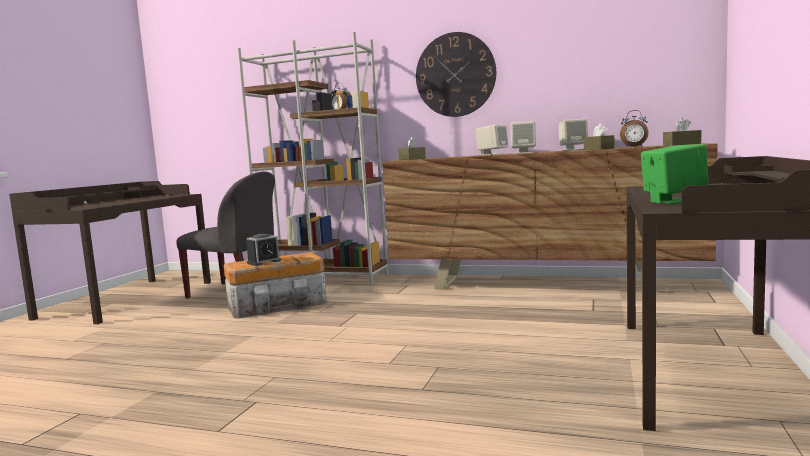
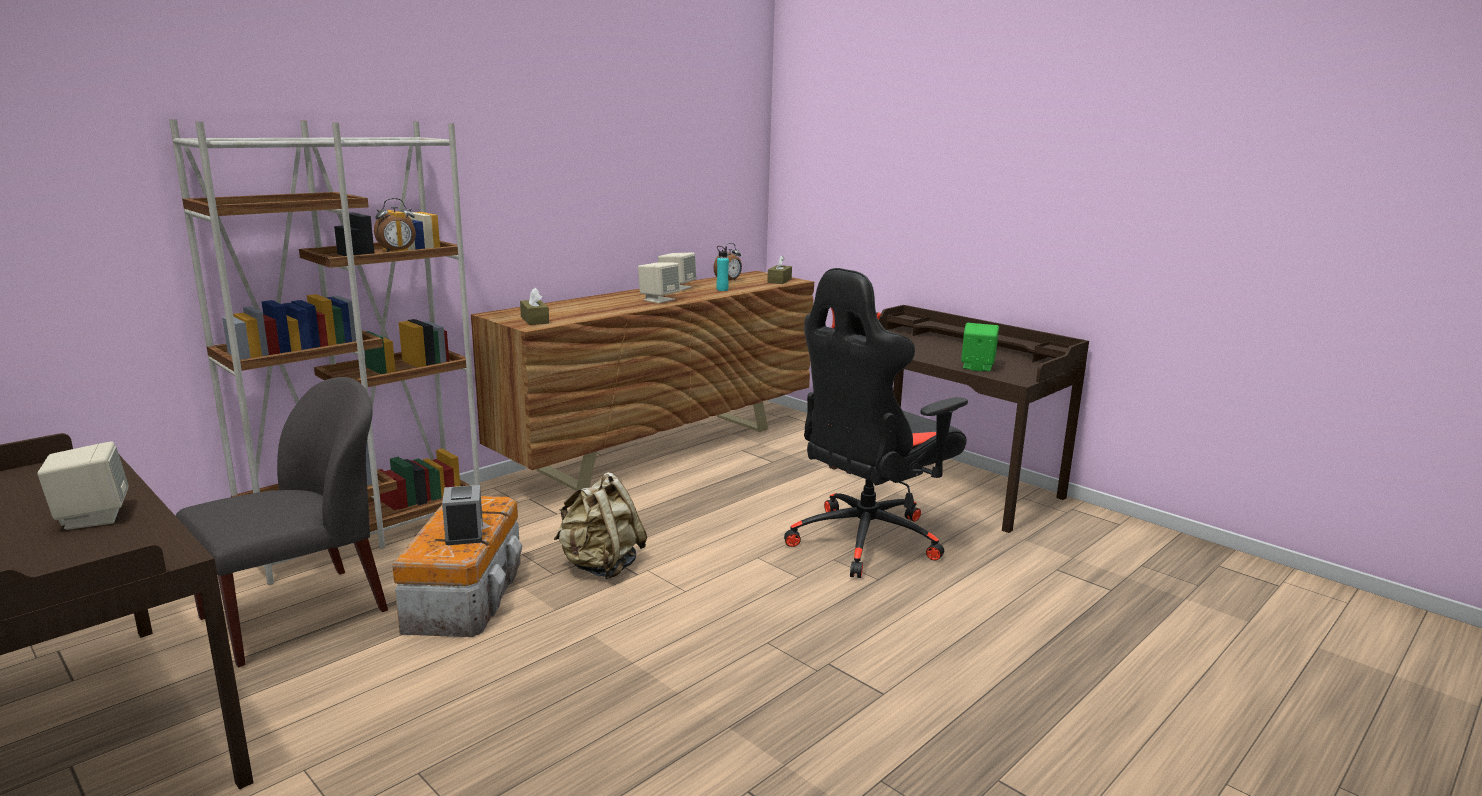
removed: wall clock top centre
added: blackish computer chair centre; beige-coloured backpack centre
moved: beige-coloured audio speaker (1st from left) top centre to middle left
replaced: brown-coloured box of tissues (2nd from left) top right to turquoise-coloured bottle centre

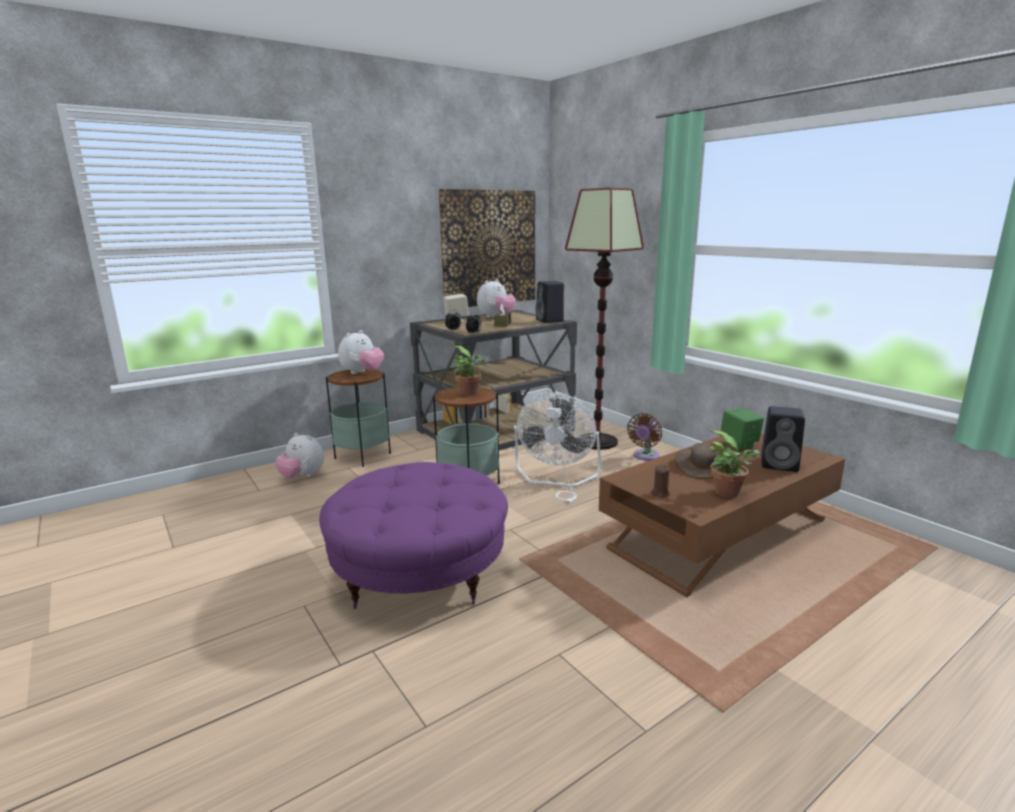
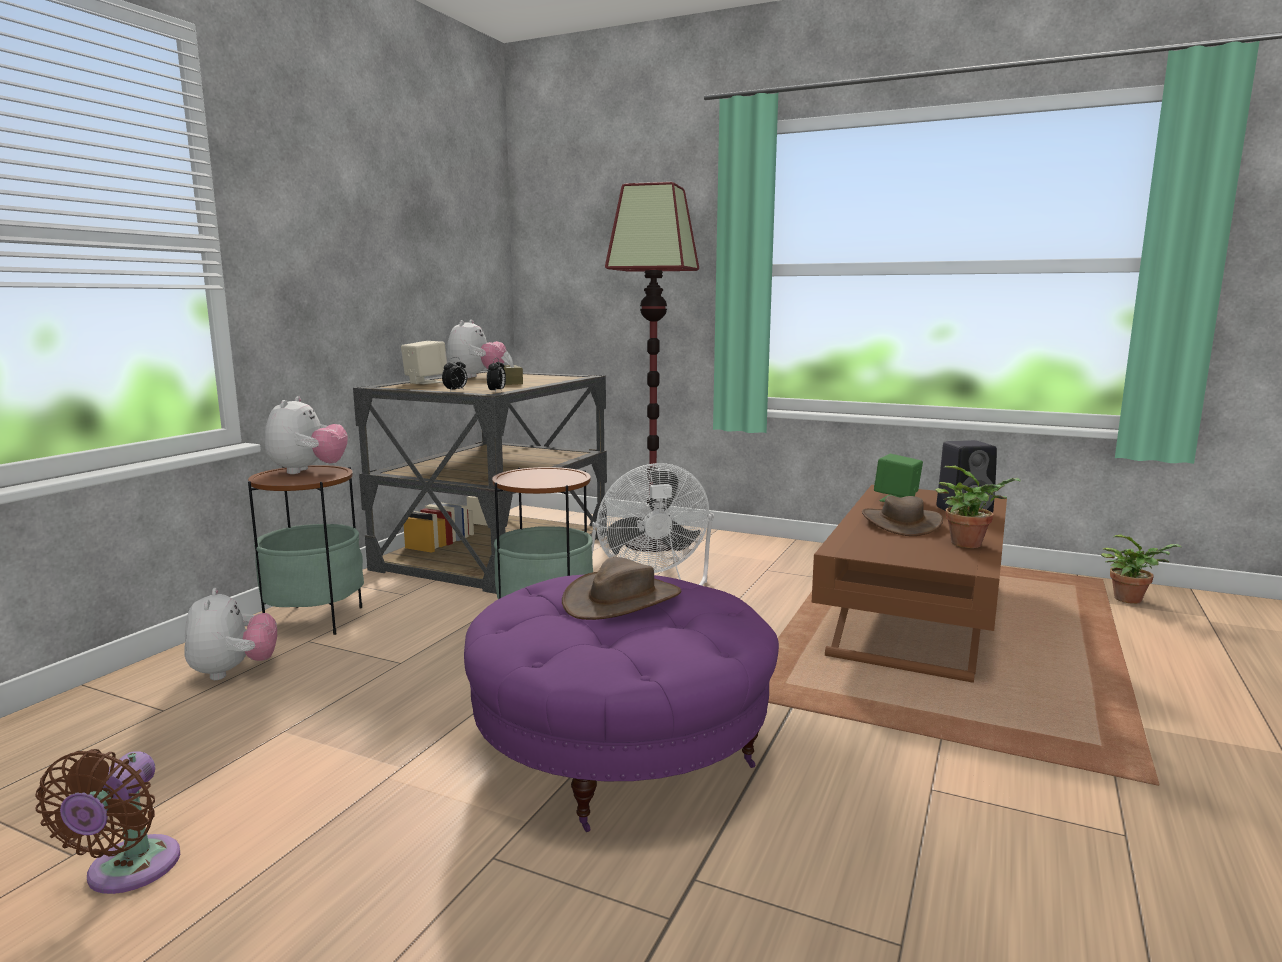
removed: wall picture top centre; blackish audio speaker (1st from left) centre; brown-coloured candle centre
added: brown-coloured clothing hat (1st from left) centre
moved: plant in a pot (1st from left in the first image) centre to plant in a pot (2nd from left) middle right; brown-coloured electric fan centre to bottom left
turned: cuddly toy (1st from left) middle left = middle left 105 degrees counterclockwise

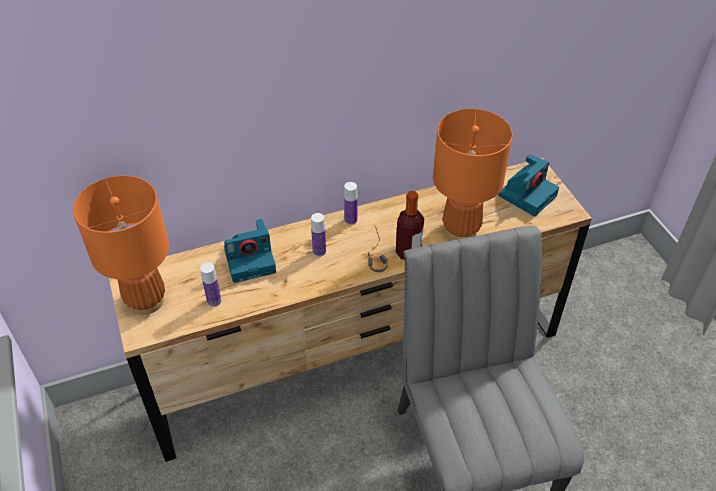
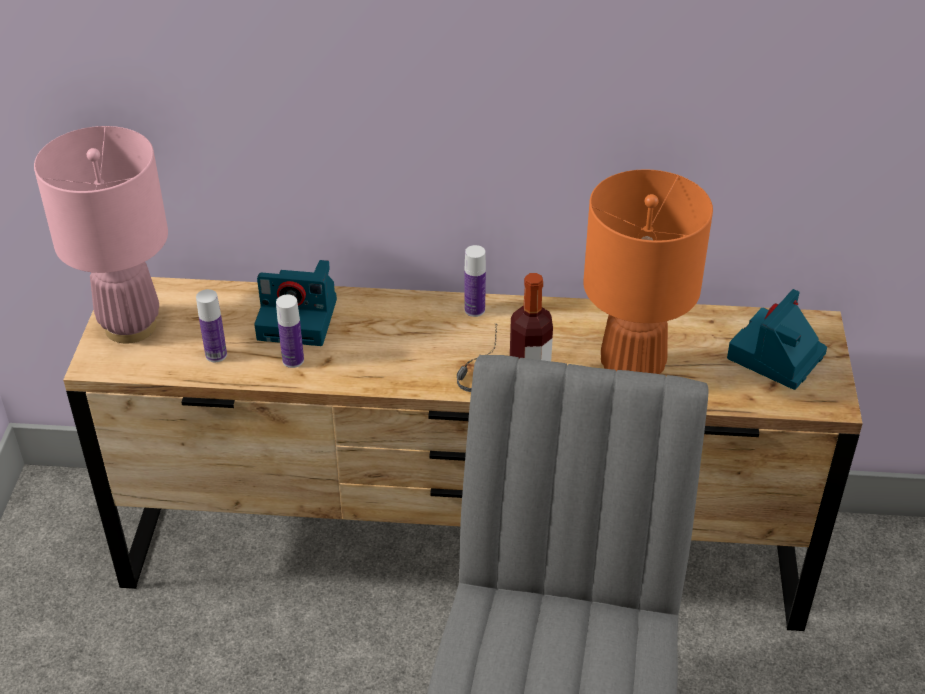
moved: bottle (2nd from left) centre to middle left
recoloured: orange table lamp (1st from left) middle left to pinkish table lamp middle left
turned: photo camera (2nd from left) middle right = middle right 150 degrees clockwise

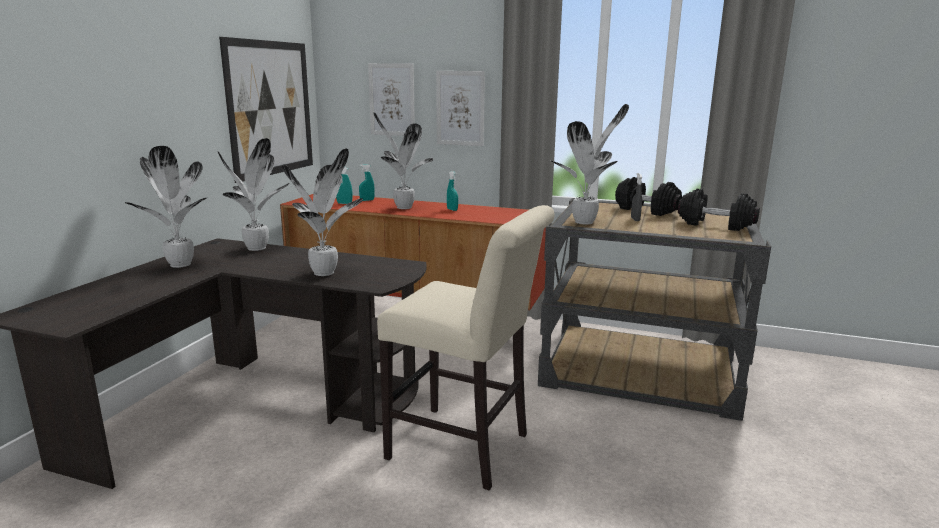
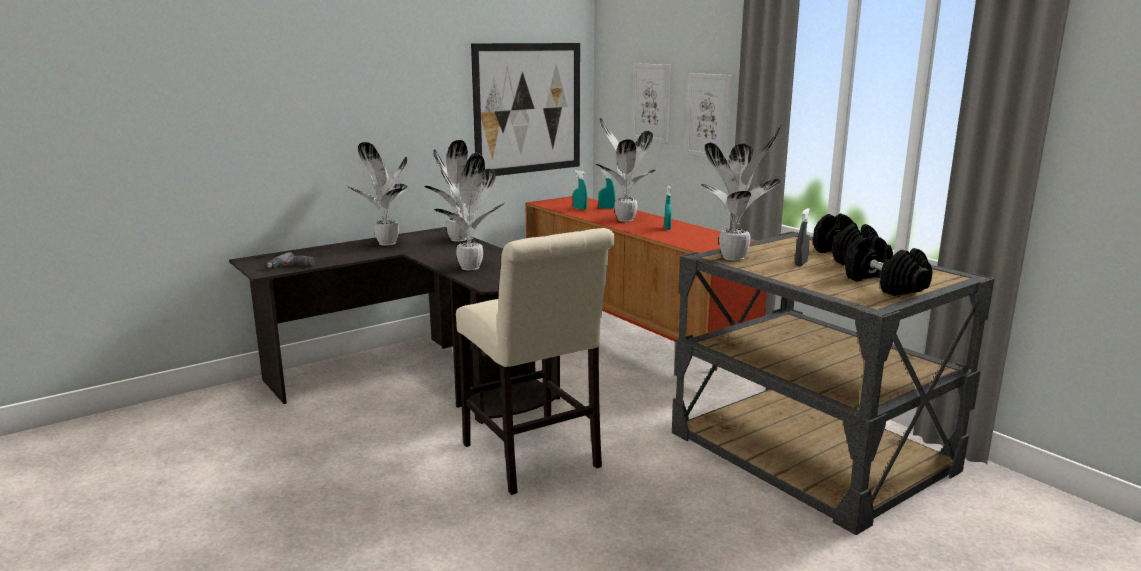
added: electric drill middle left

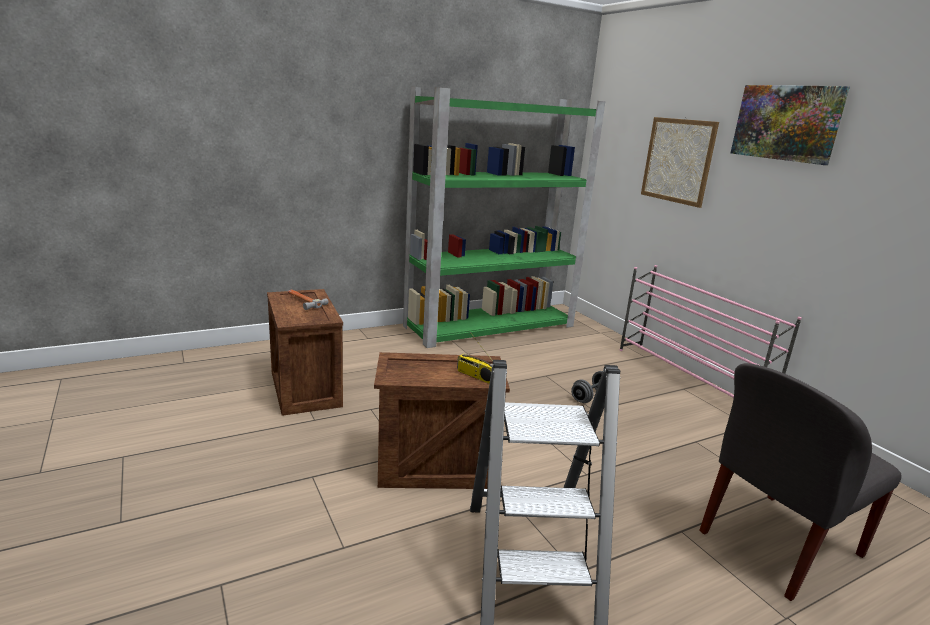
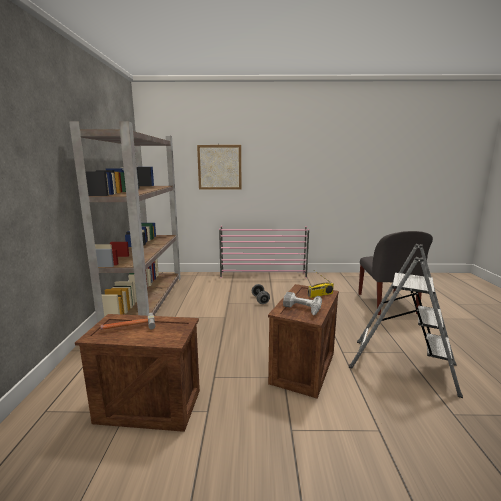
removed: wall picture (2nd from left) top right
added: electric drill centre
recoloured: greenish bookshelf centre to brown-coloured bookshelf middle left

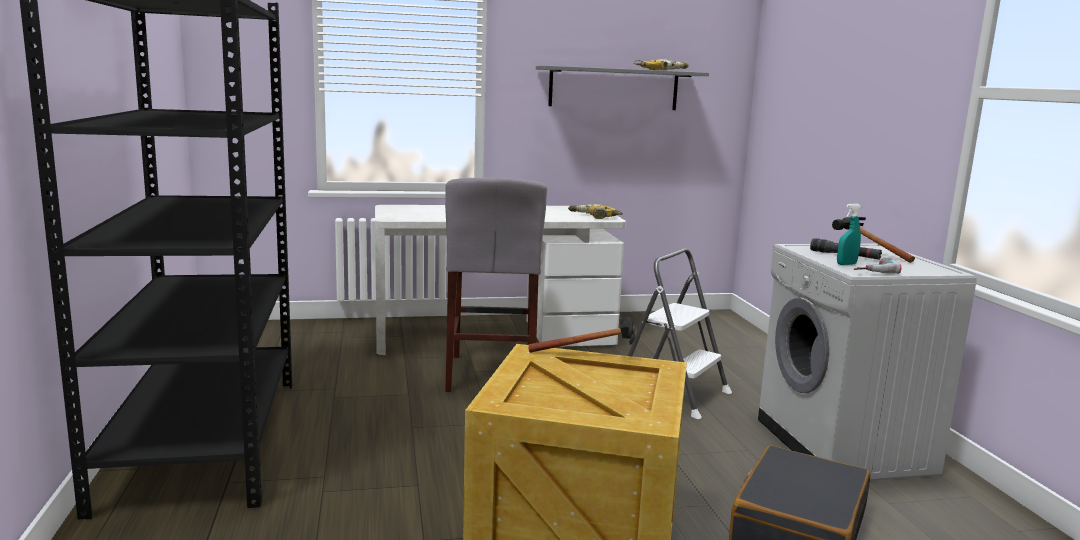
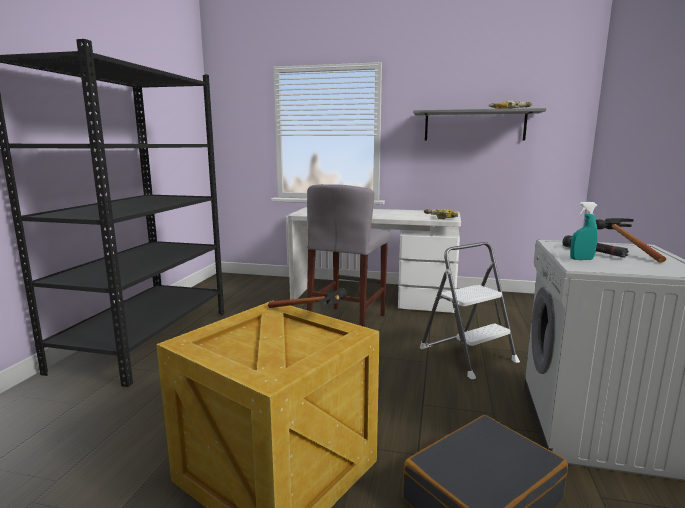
removed: electric drill (3rd from left) middle right

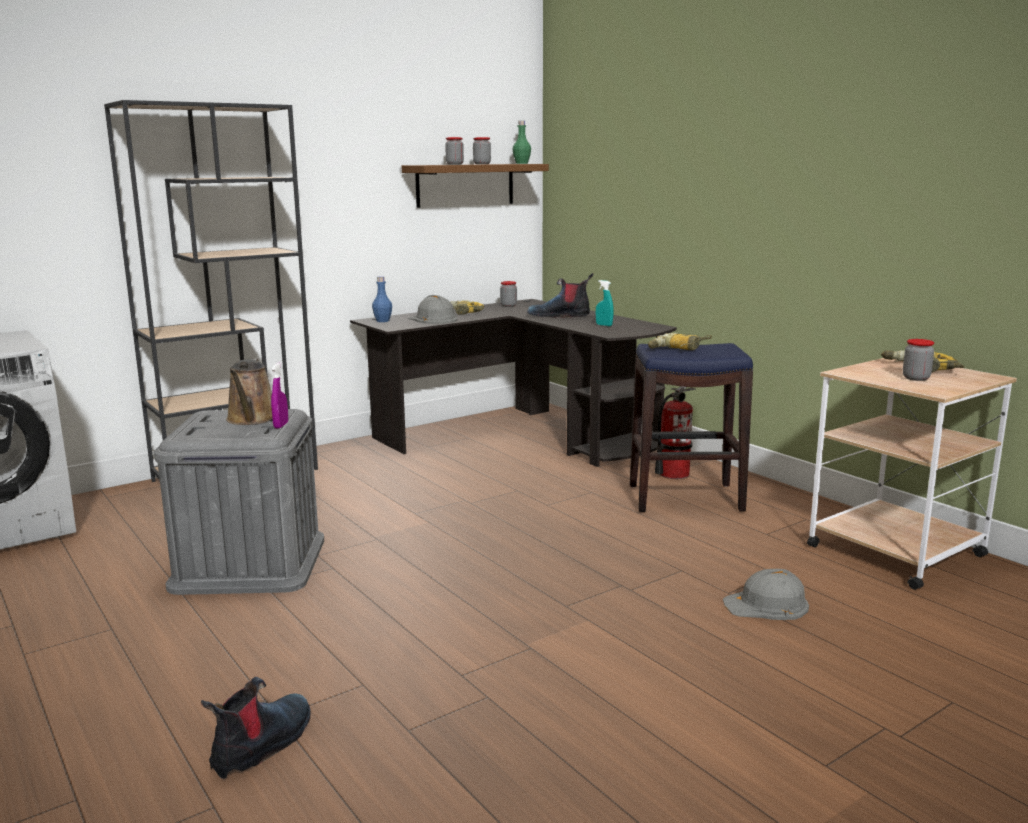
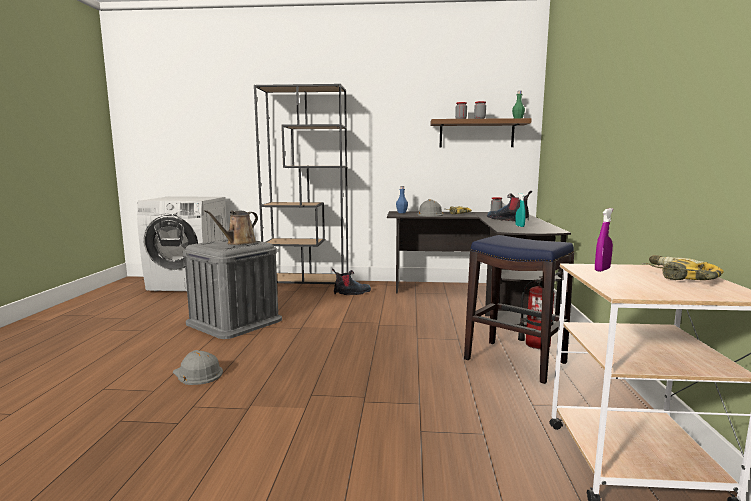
removed: electric drill (2nd from left) centre; preserve jar (4th from left) middle right
moved: purple-coloured spray bottle middle left to middle right; gray safety helmet (2nd from left in the first image) bottom right to gray safety helmet (1st from left) bottom left; tall boot (1st from left) bottom left to centre

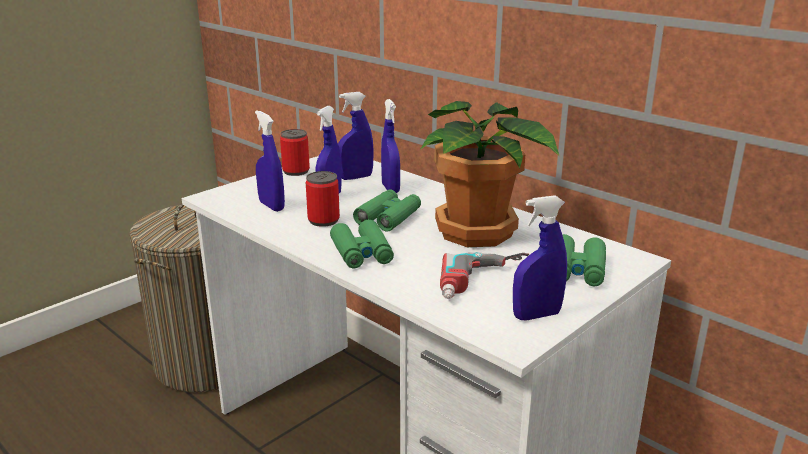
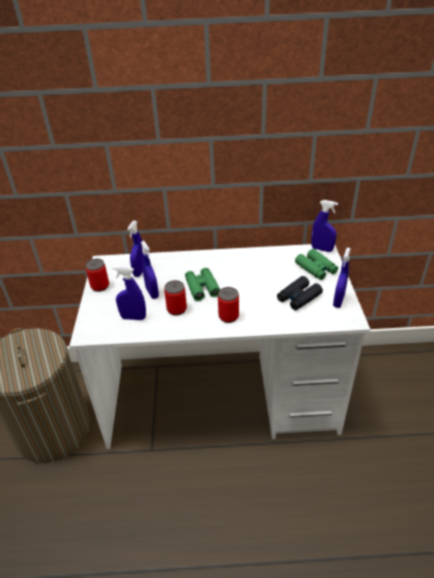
removed: plant in a pot centre
moved: blue spray bottle (4th from left) top centre to middle right
replaced: greenish pair of binoculars (1st from left) centre to metal can (3rd from left) centre; electric drill centre to blackish pair of binoculars middle right

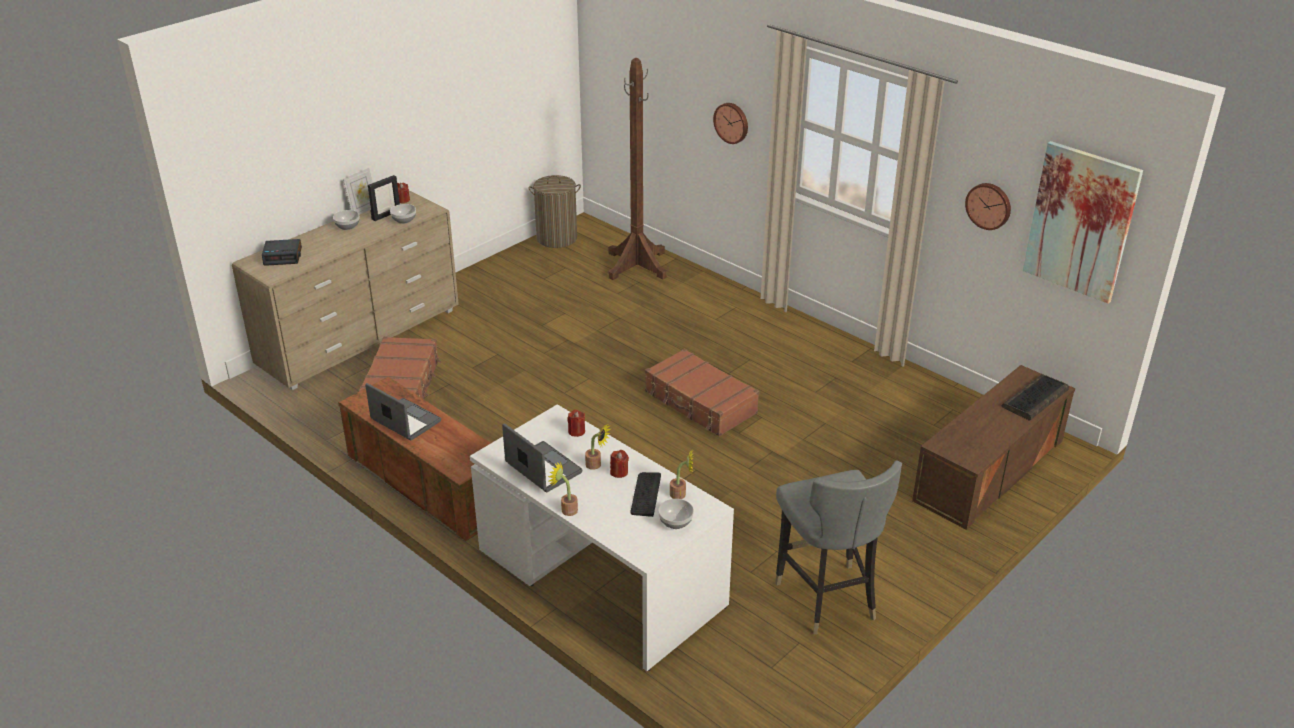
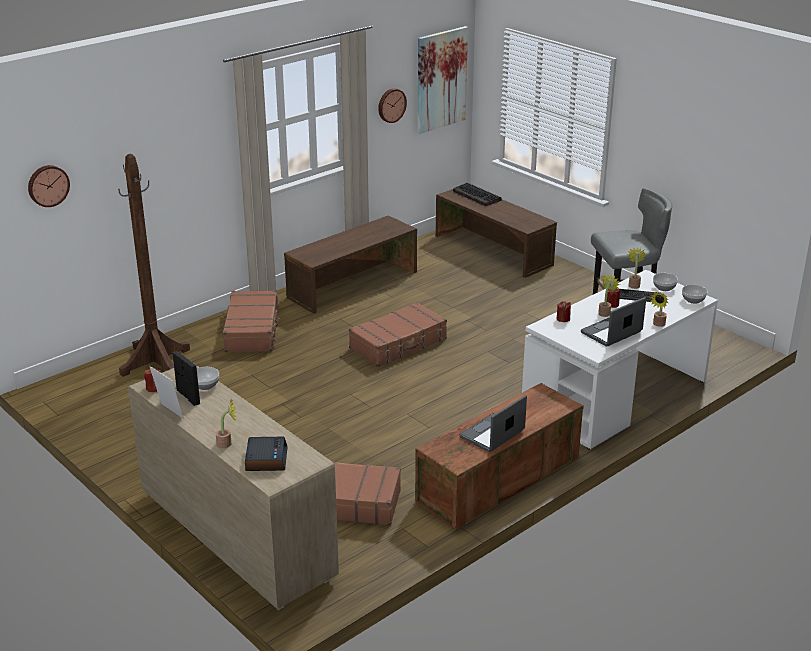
removed: hamper top centre
added: brown-coloured long seat (1st from left) centre; brown-coloured piece of luggage (1st from left) middle left; plant in a pot (1st from left) middle left
moved: wall clock (1st from left) top centre to top left; bowl (1st from left in the first image) top left to bowl (3rd from left) middle right

